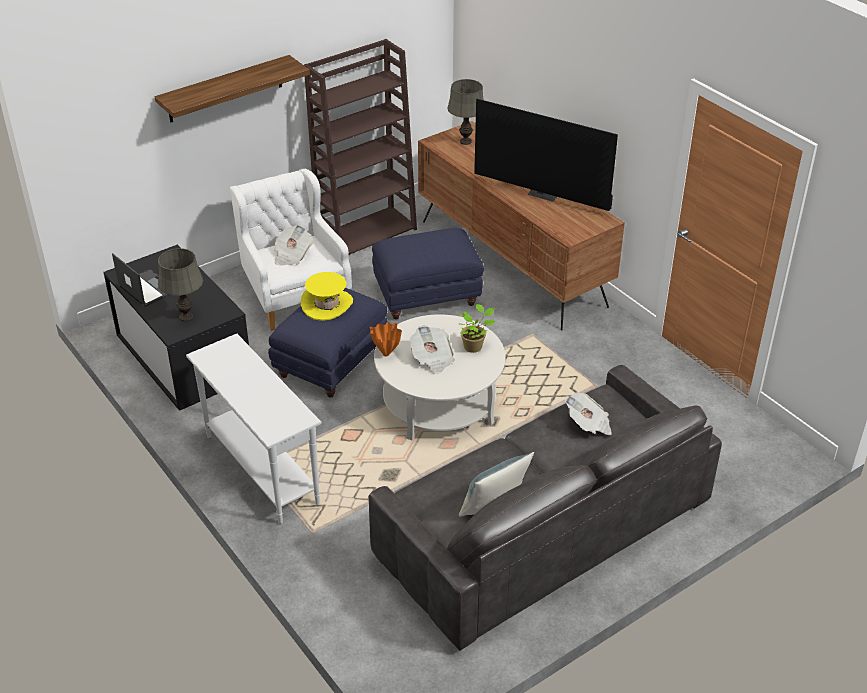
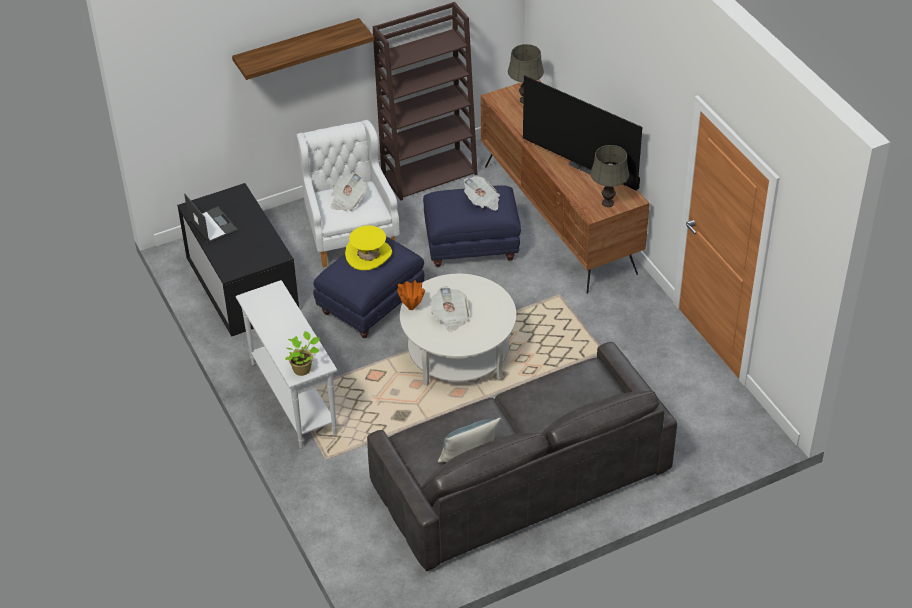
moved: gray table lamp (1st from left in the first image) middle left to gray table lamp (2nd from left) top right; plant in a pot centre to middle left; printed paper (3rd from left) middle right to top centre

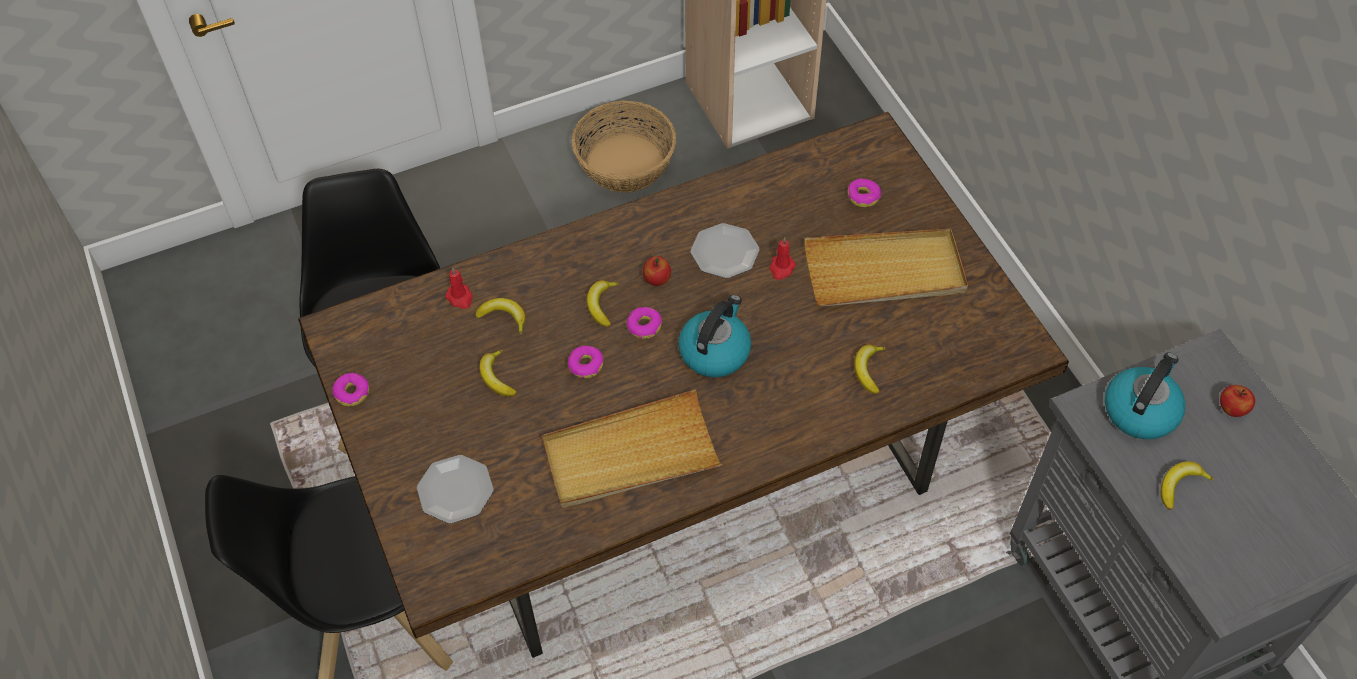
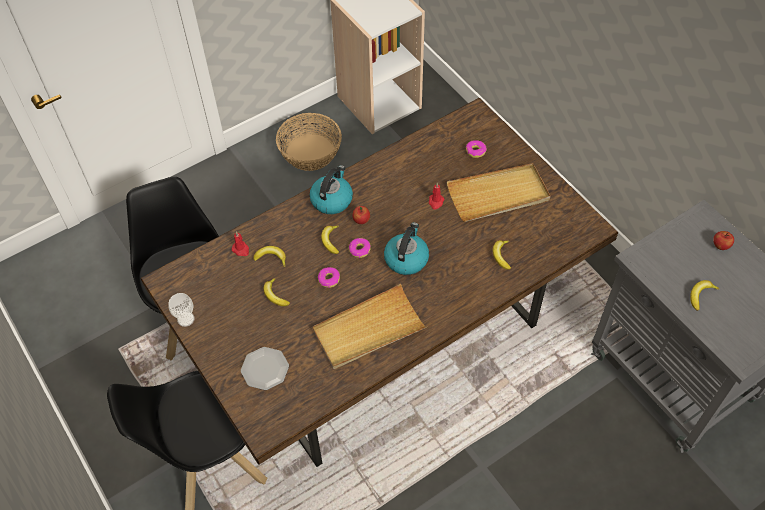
removed: dinner plate (2nd from left) centre
moved: tea kettle (2nd from left in the first image) middle right to tea kettle (1st from left) centre
replaced: doughnut (1st from left) middle left to drinking cup middle left

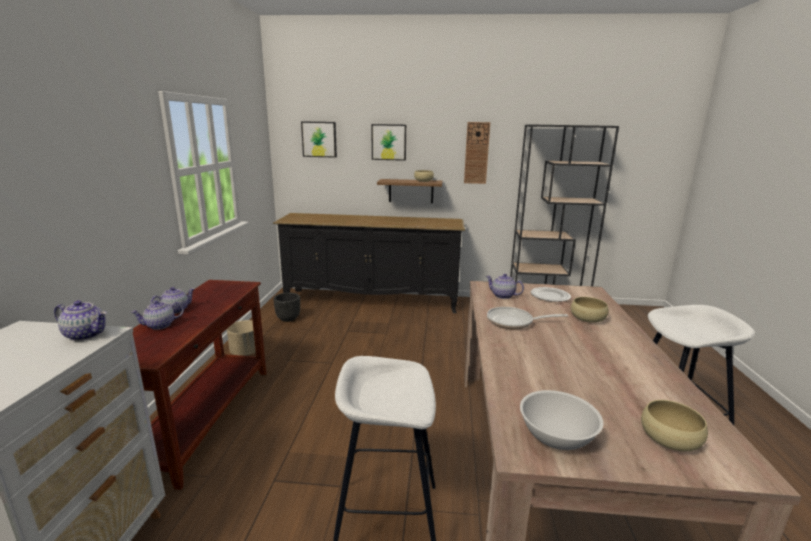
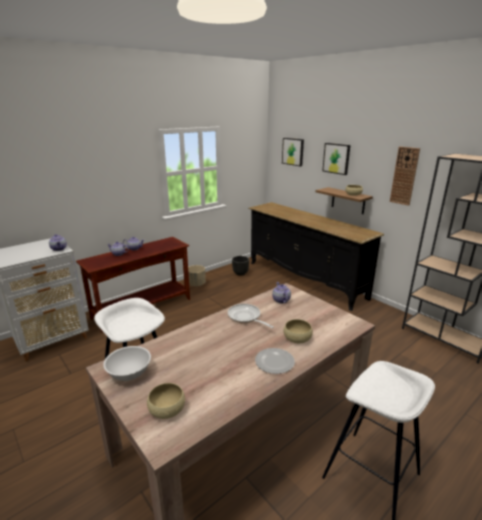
moved: dinner plate middle right to bottom centre

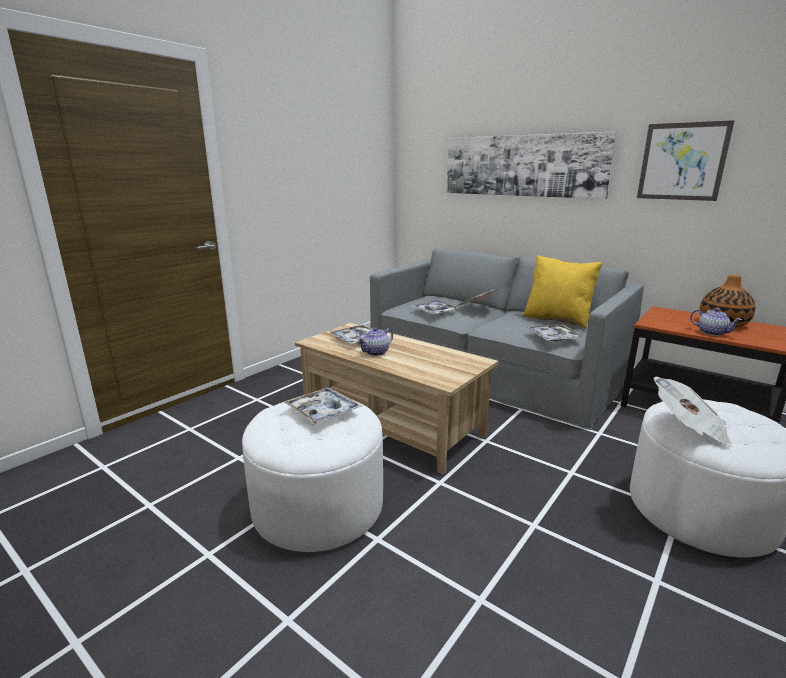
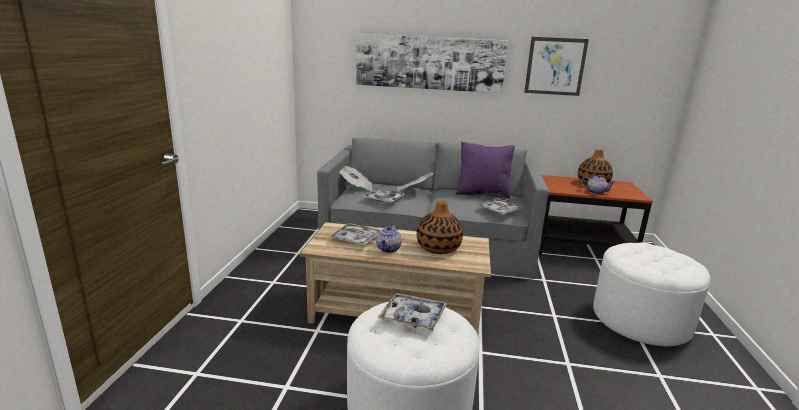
added: decorative vase (1st from left) centre
moved: printed paper (2nd from left in the first image) middle right to printed paper (1st from left) centre
recoloured: yellow cushion middle right to purple-coloured cushion centre

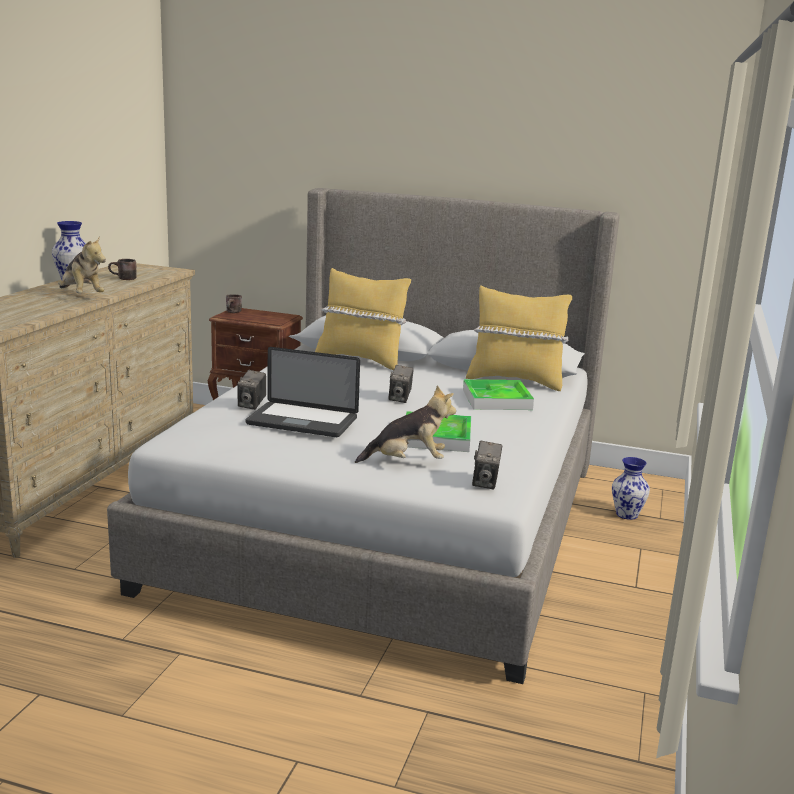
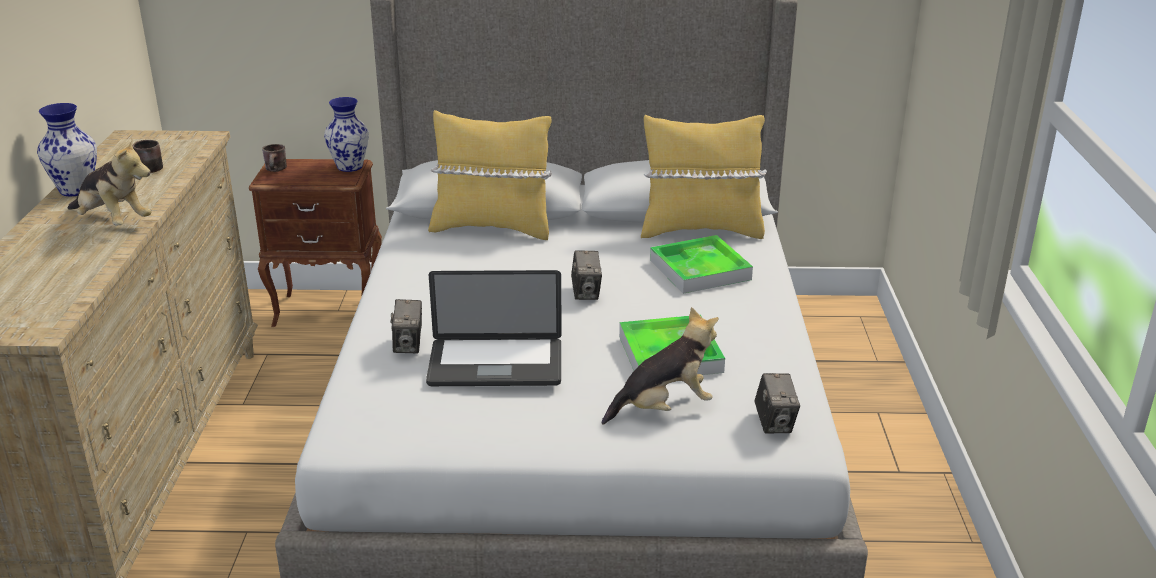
moved: decorative vase (2nd from left) middle right to top left

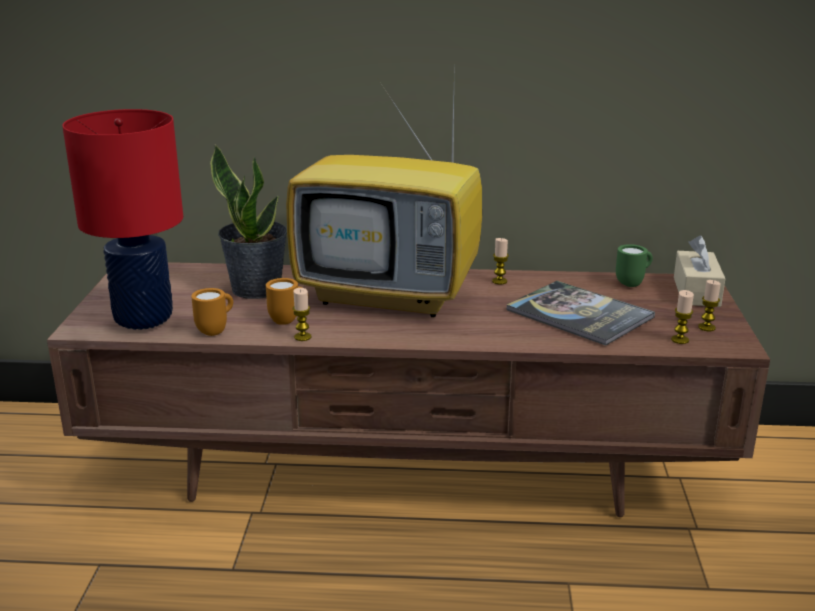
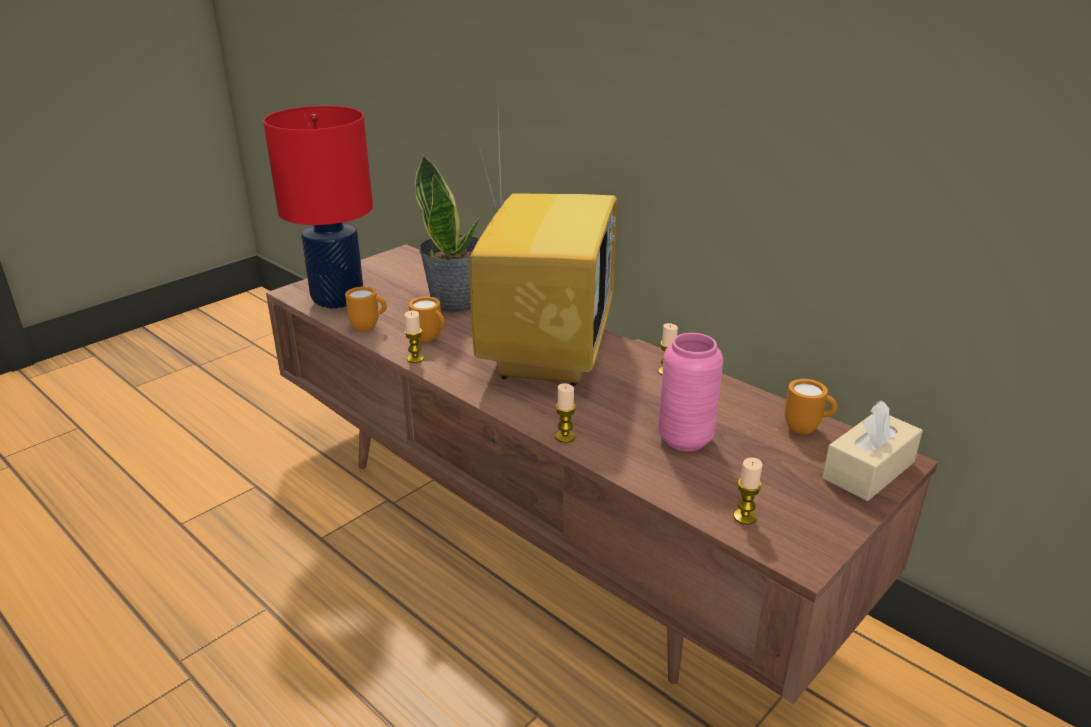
moved: candle (4th from left in the first image) middle right to candle (2nd from left) centre
replaced: book middle right to pinkish decorative vase centre
recoloured: greenish mug middle right to orange mug (3rd from left) middle right
turned: TV top centre = centre 135 degrees counterclockwise

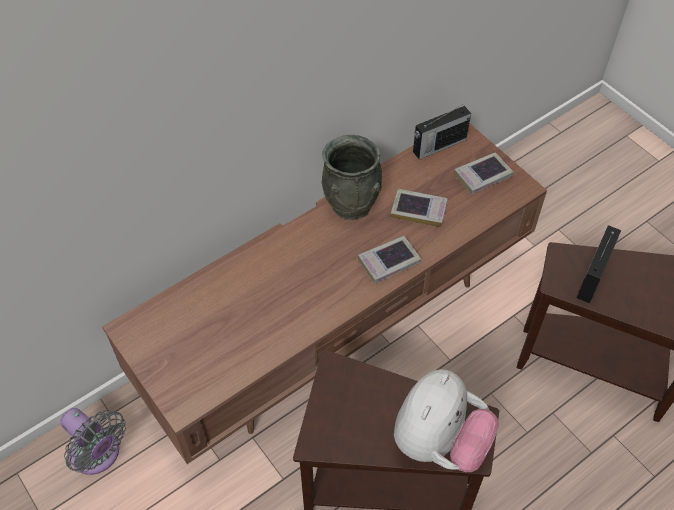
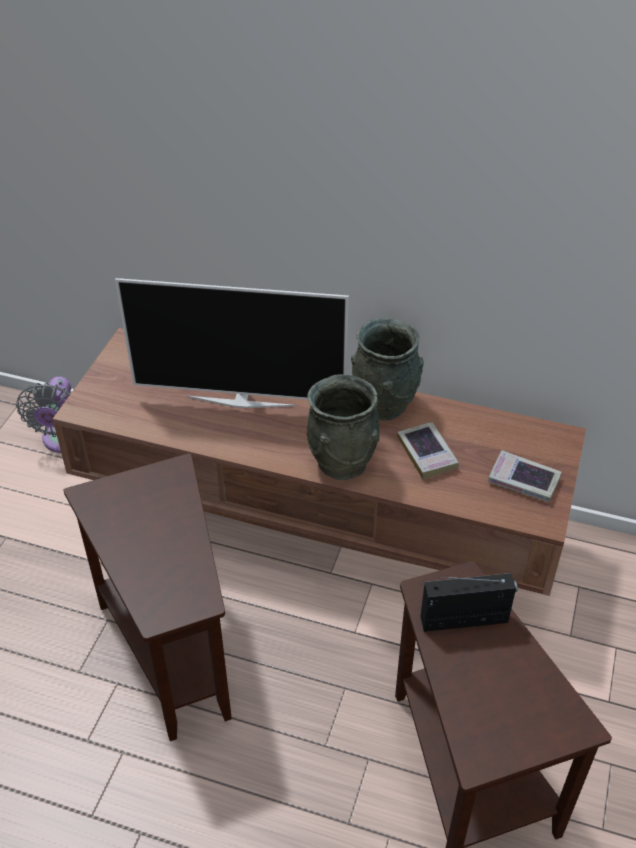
removed: radio (1st from left) top centre; cuddly toy bottom centre
added: TV centre
replaced: book (1st from left) centre to gray decorative vase (1st from left) centre

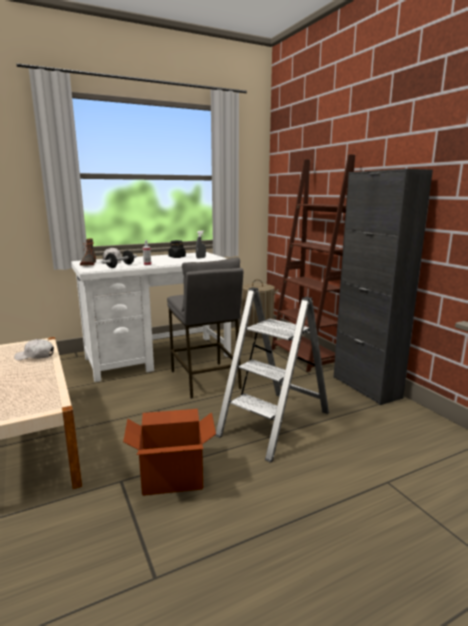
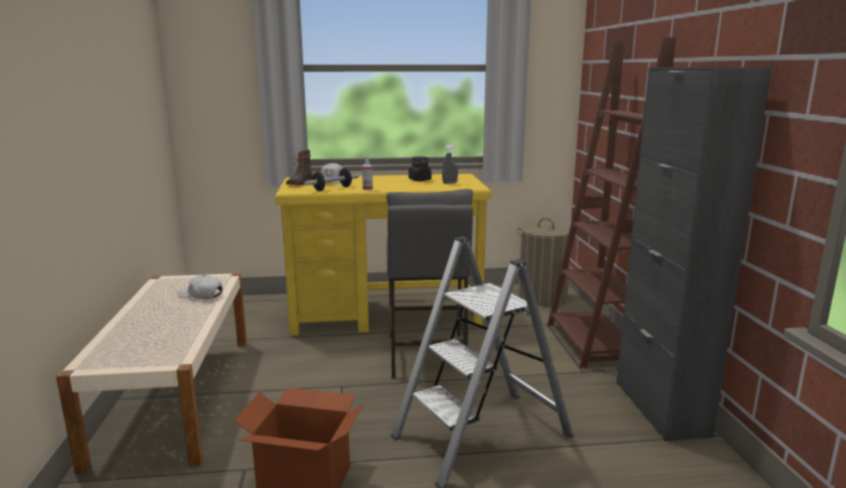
recoloured: whitish desk middle left to yellow desk centre

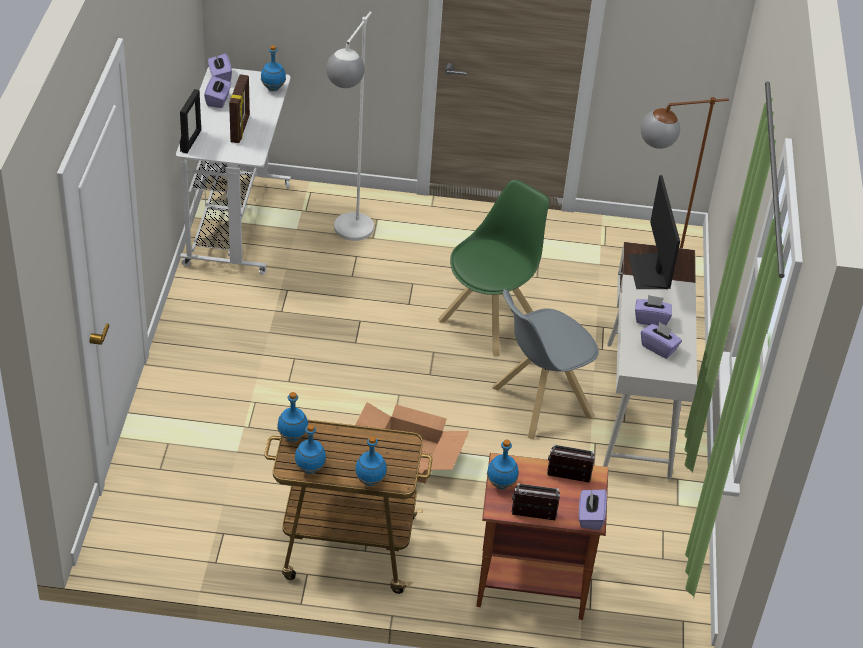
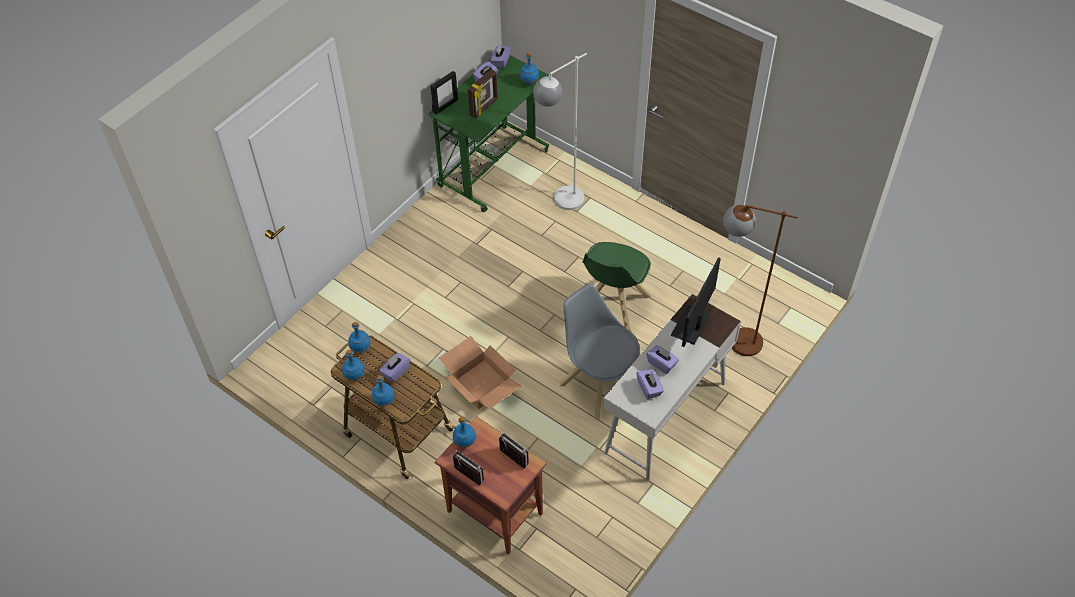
moved: purple-coloured box of tissues (3rd from left in the first image) bottom right to purple-coloured box of tissues (1st from left) centre
recoloured: whitish desk (1st from left) top left to greenish desk top centre
turned: greenish upright chair centre = centre 135 degrees clockwise; gray upright chair centre = centre 45 degrees clockwise

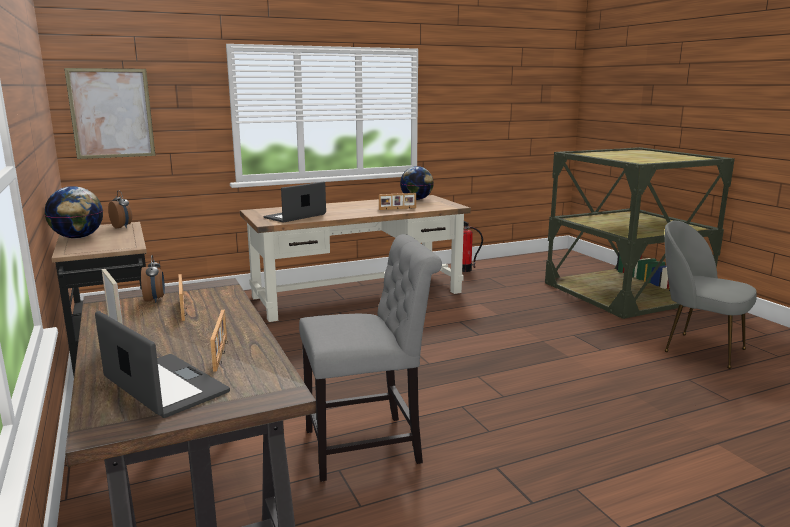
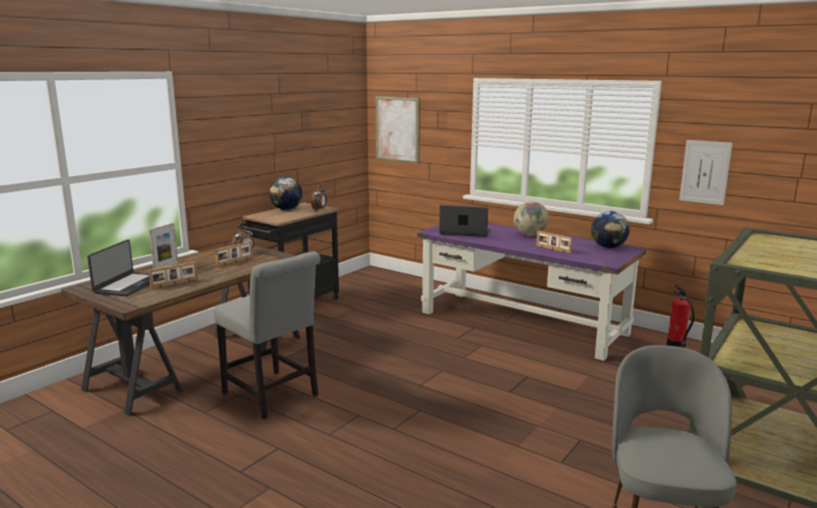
added: wall picture (2nd from left) middle right; desk globe (2nd from left) centre
recoloured: brown-coloured desk (2nd from left) centre to purple-coloured desk centre

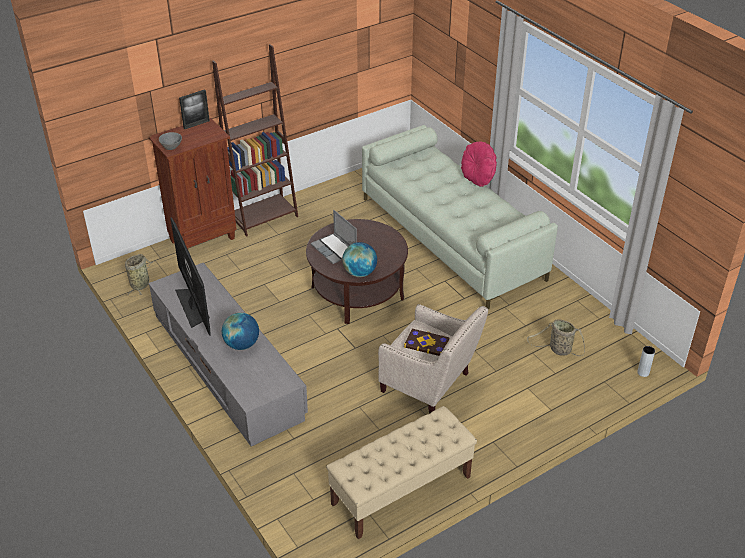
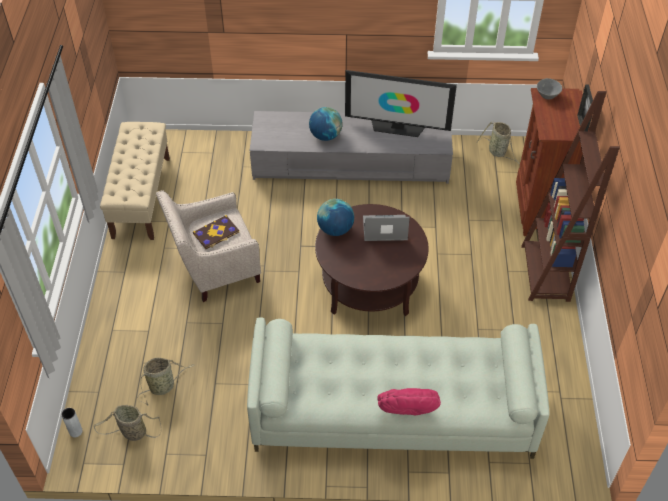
added: basket (1st from left) bottom left

